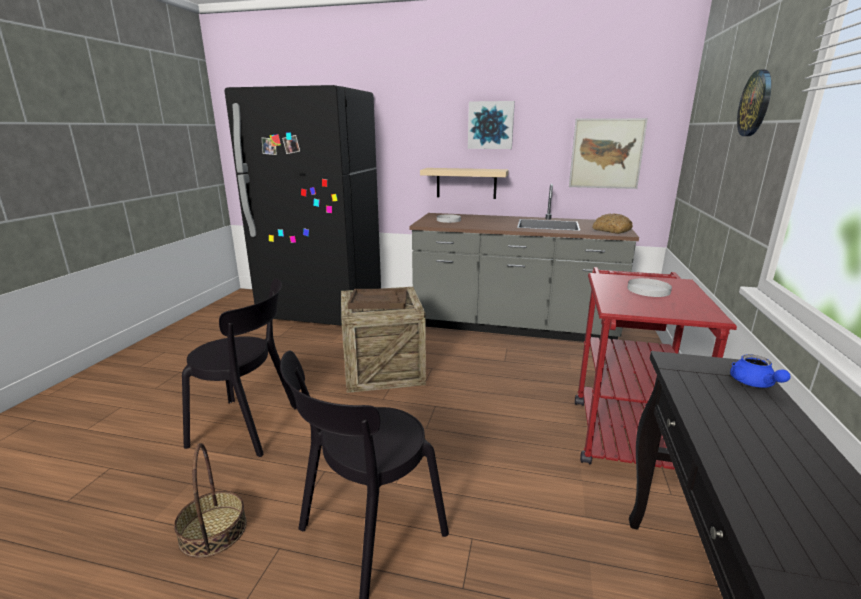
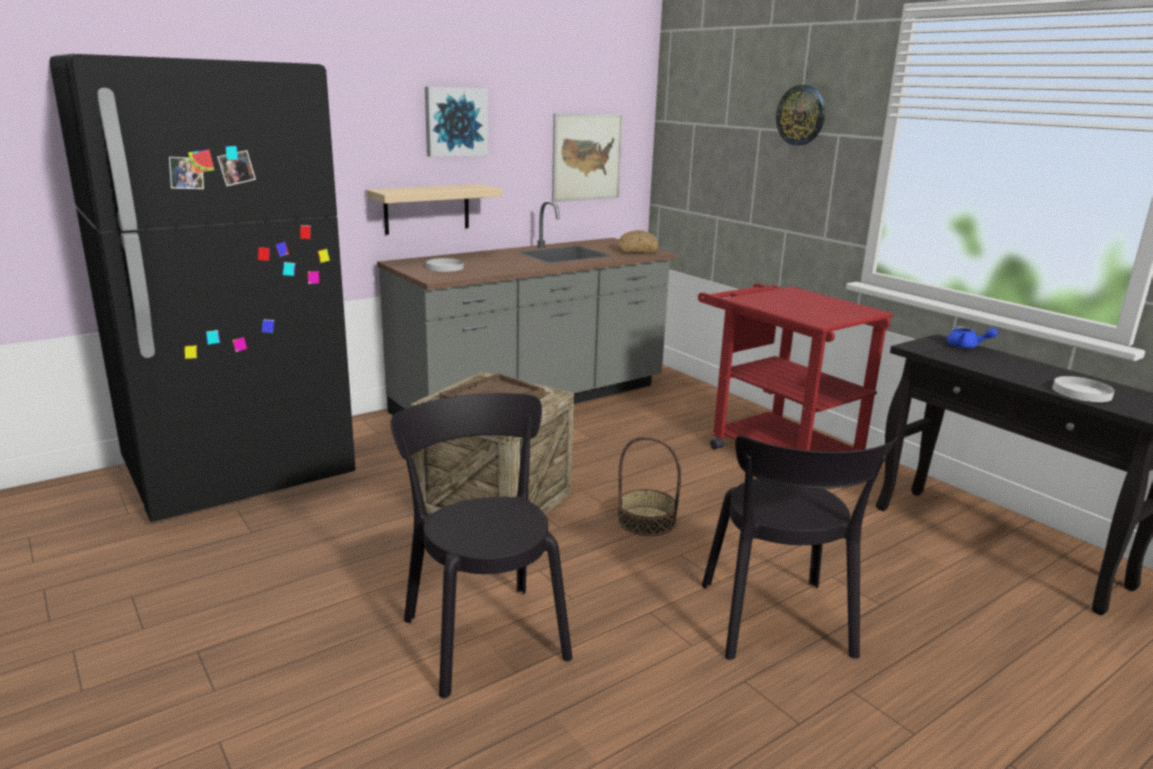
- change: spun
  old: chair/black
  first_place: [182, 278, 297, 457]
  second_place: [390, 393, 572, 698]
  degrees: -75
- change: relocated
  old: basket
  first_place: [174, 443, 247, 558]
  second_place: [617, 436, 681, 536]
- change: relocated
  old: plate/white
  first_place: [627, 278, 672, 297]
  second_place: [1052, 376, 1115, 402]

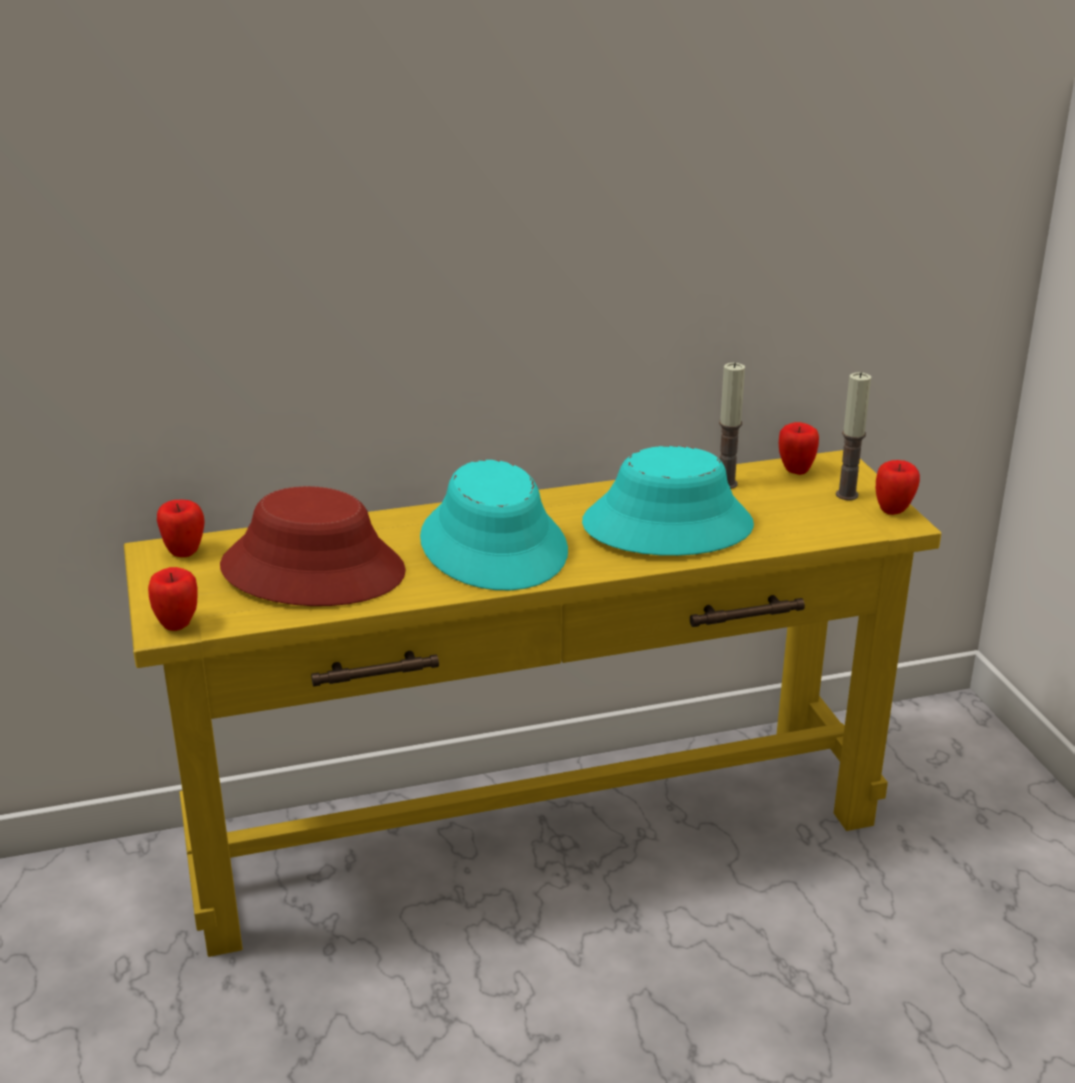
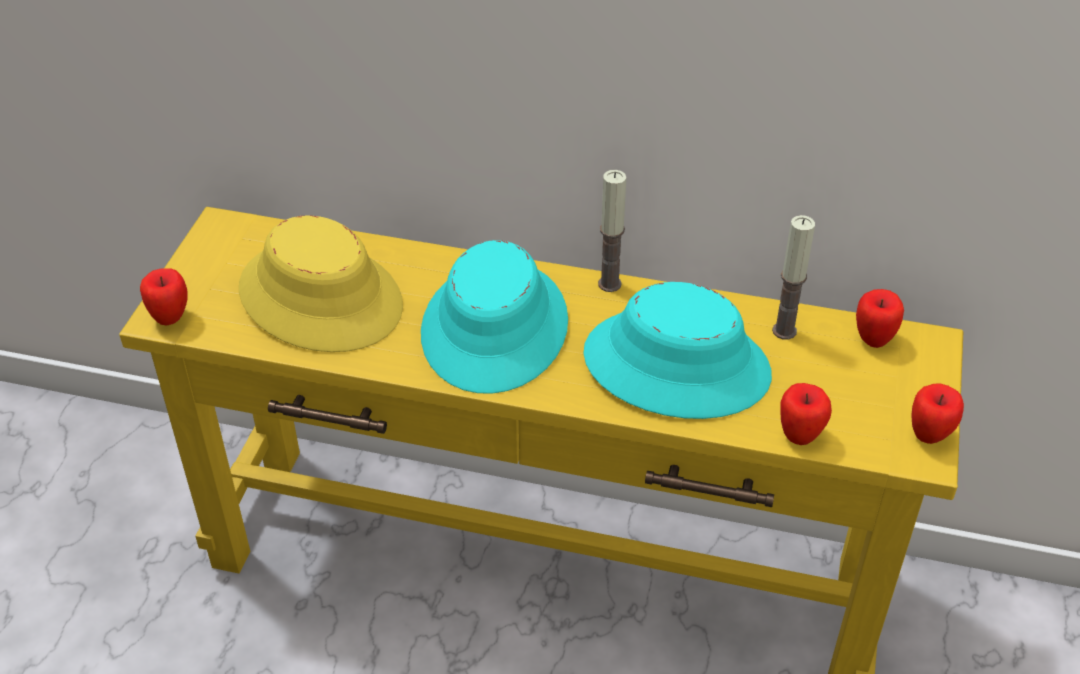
- change: colour
  old: hat/red
  new: hat/yellow
  first_place: [220, 486, 406, 606]
  second_place: [239, 215, 403, 352]
- change: relocated
  old: candle
  first_place: [836, 372, 871, 500]
  second_place: [598, 170, 626, 292]
- change: relocated
  old: apple
  first_place: [157, 500, 205, 557]
  second_place: [780, 383, 832, 445]

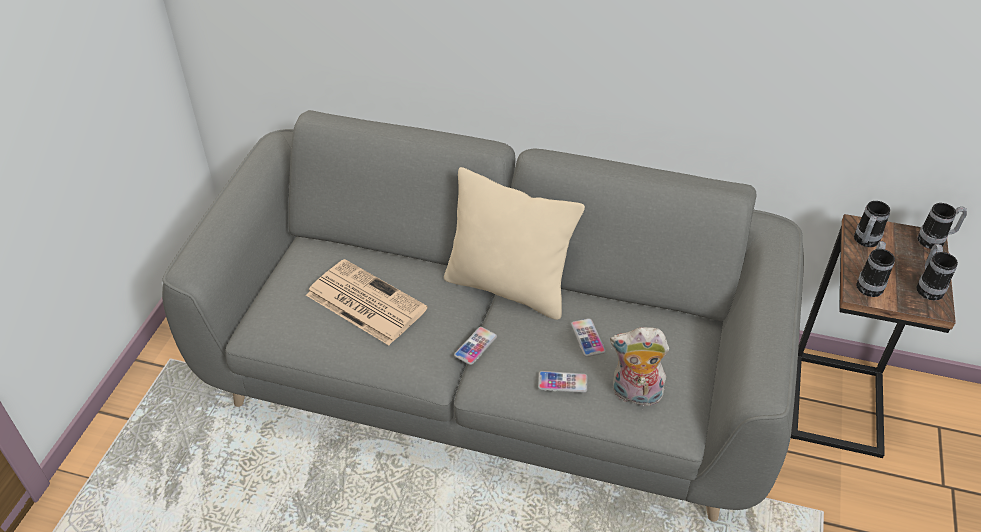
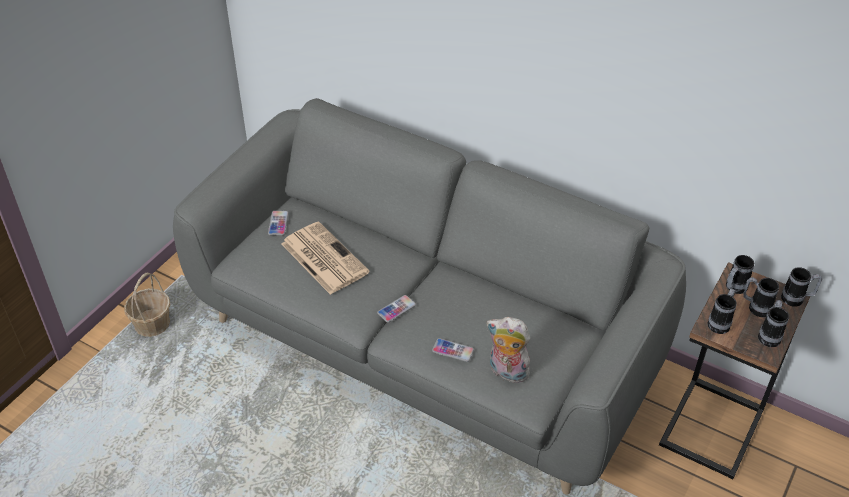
- change: appeared
  new: basket
  second_place: [124, 272, 170, 337]
- change: relocated
  old: phone
  first_place: [571, 318, 606, 357]
  second_place: [268, 211, 288, 236]
- change: appeared
  new: mug
  second_place: [743, 277, 779, 317]
- change: missing
  old: pillow/beige
  first_place: [444, 167, 585, 320]

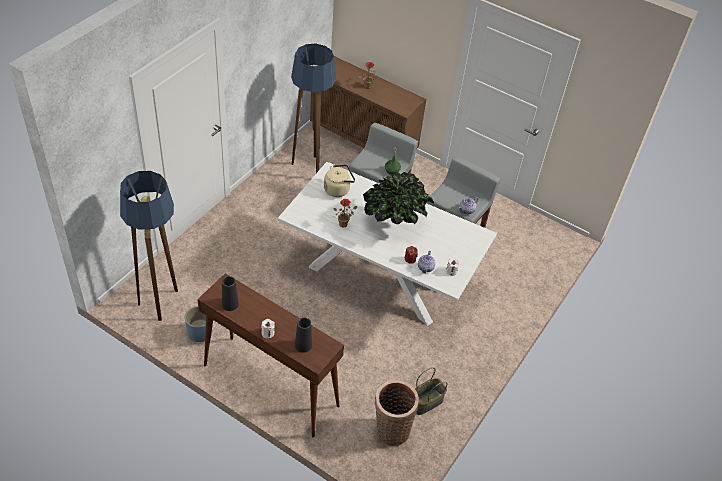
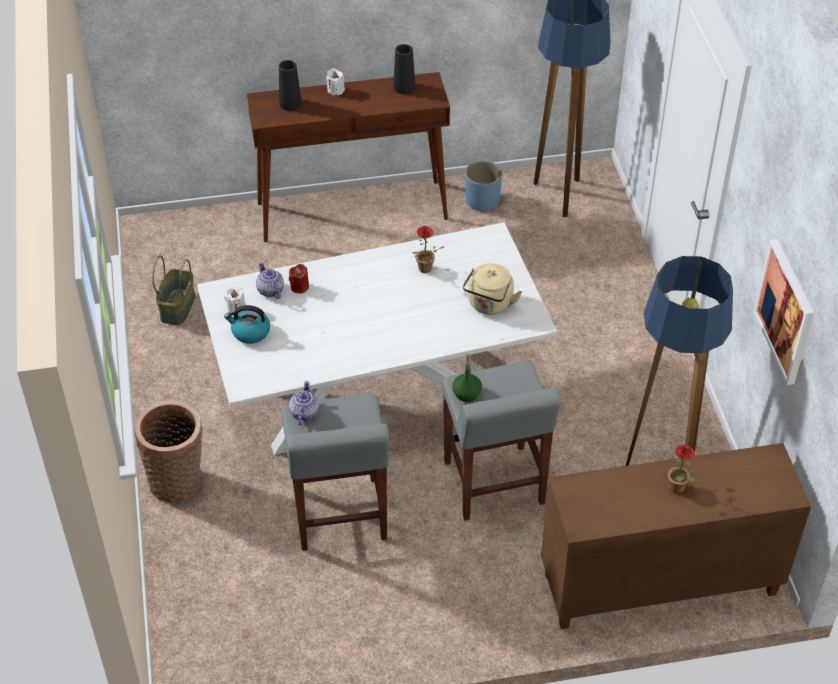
- change: relocated
  old: basket
  first_place: [375, 380, 419, 446]
  second_place: [135, 401, 203, 503]
- change: appeared
  new: kettle
  second_place: [224, 305, 270, 344]
- change: appeared
  new: picture
  second_place: [754, 239, 814, 385]
- change: missing
  old: potted plant
  first_place: [363, 172, 434, 224]

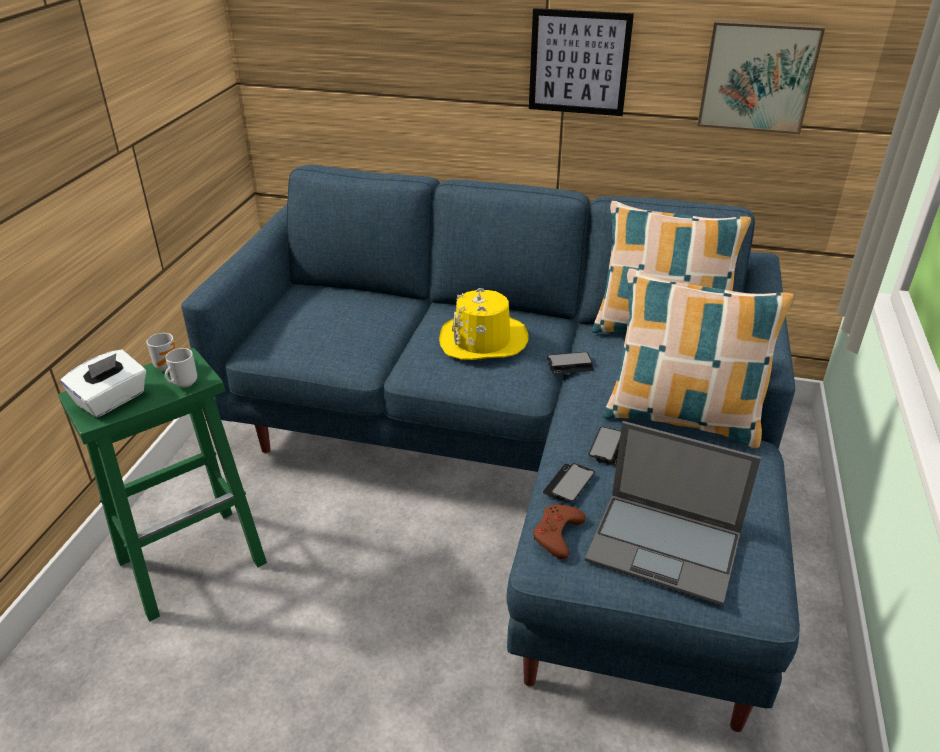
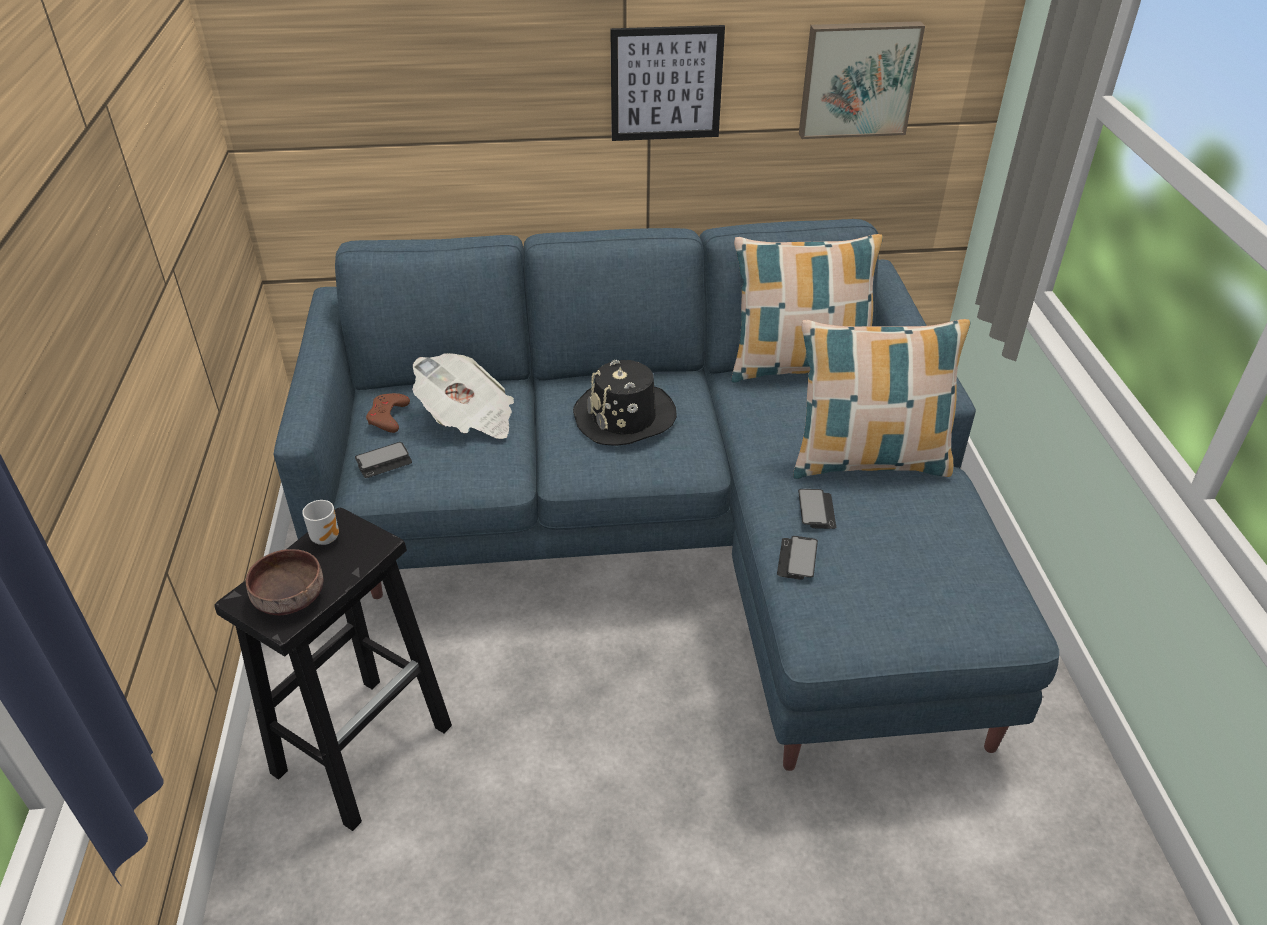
- change: colour
  old: stool/green
  new: stool/black
  first_place: [58, 348, 267, 622]
  second_place: [214, 507, 452, 831]
- change: exchanged
  old: tissue box/white
  new: bowl/brown
  first_place: [61, 349, 146, 418]
  second_place: [246, 549, 323, 615]
- change: relocated
  old: phone
  first_place: [547, 352, 594, 374]
  second_place: [355, 442, 412, 478]
- change: relocated
  old: game controller/brown
  first_place: [533, 504, 586, 559]
  second_place: [366, 393, 410, 433]
- change: appeared
  new: newspaper
  second_place: [412, 353, 514, 439]
- change: colour
  old: hat/yellow
  new: hat/black
  first_place: [439, 288, 529, 360]
  second_place: [573, 360, 677, 446]
- change: missing
  old: mug
  first_place: [165, 348, 197, 387]
- change: missing
  old: laptop
  first_place: [585, 421, 761, 606]

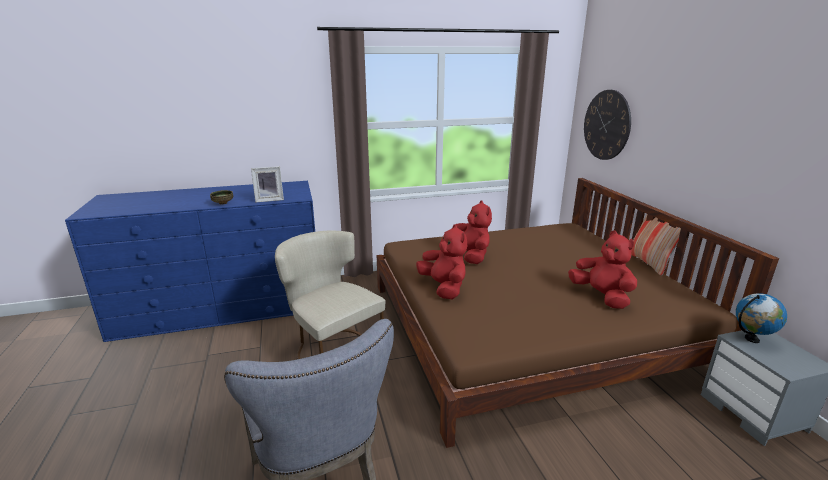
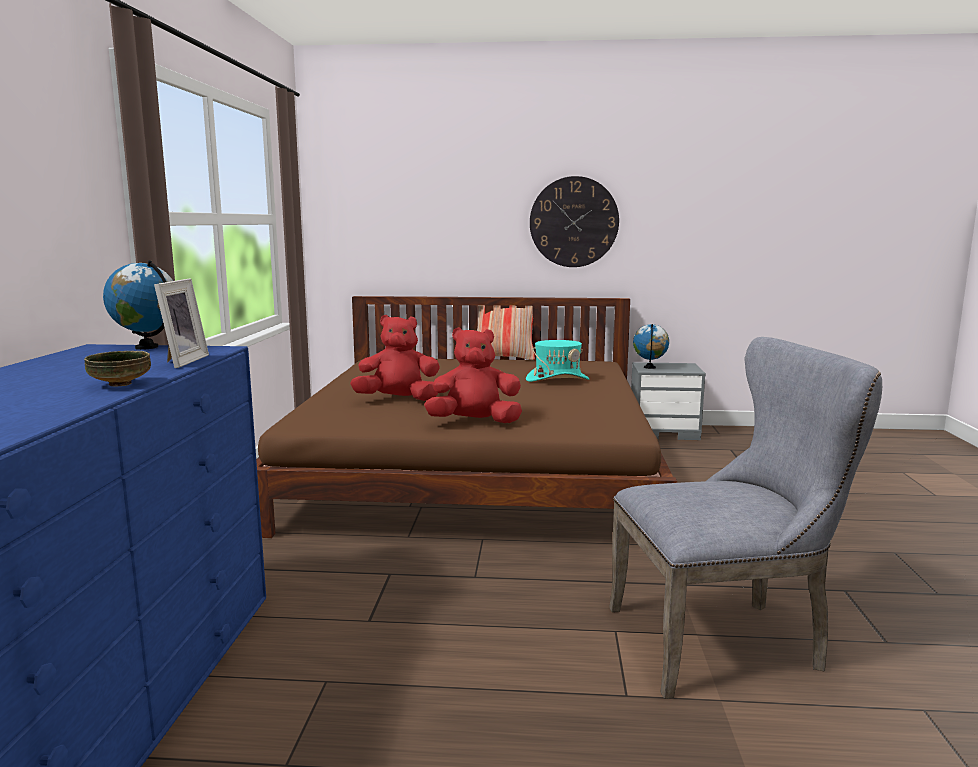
- change: appeared
  new: globe
  second_place: [103, 260, 173, 350]
- change: exchanged
  old: plush toy/red
  new: hat/turquoise
  first_place: [568, 231, 637, 309]
  second_place: [526, 340, 589, 382]
- change: relocated
  old: wall clock
  first_place: [584, 90, 631, 160]
  second_place: [530, 176, 619, 267]
- change: missing
  old: chair/beige
  first_place: [275, 231, 385, 359]

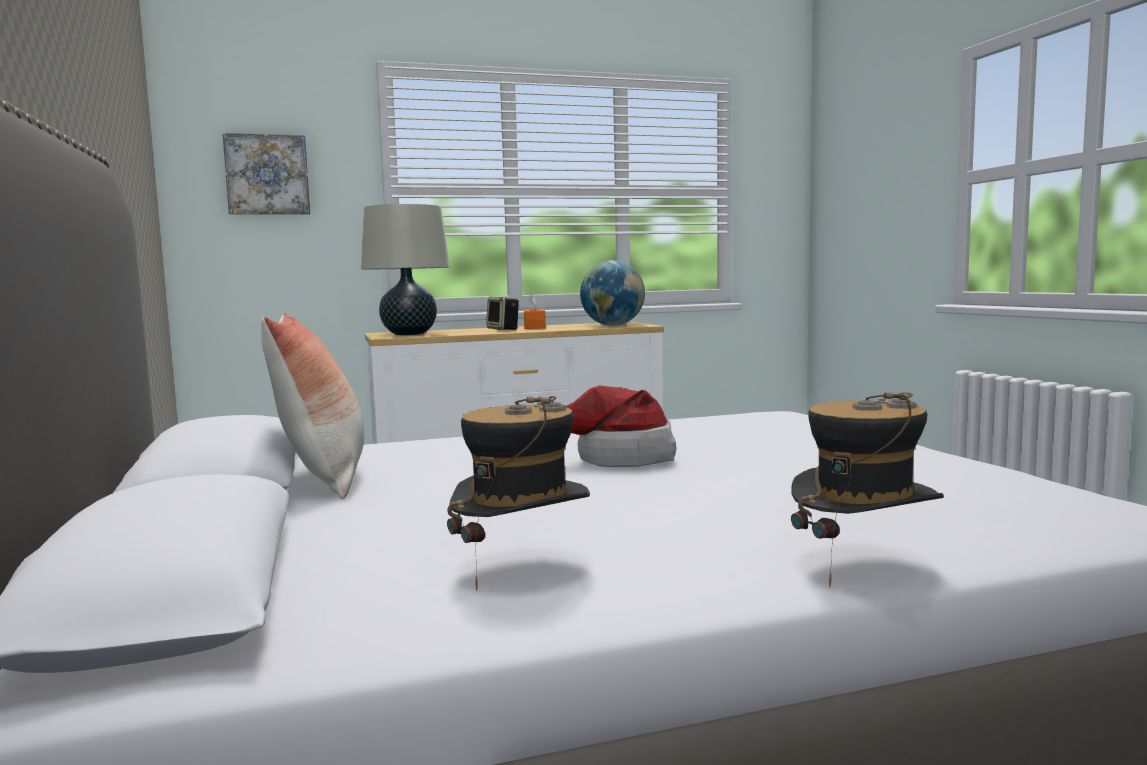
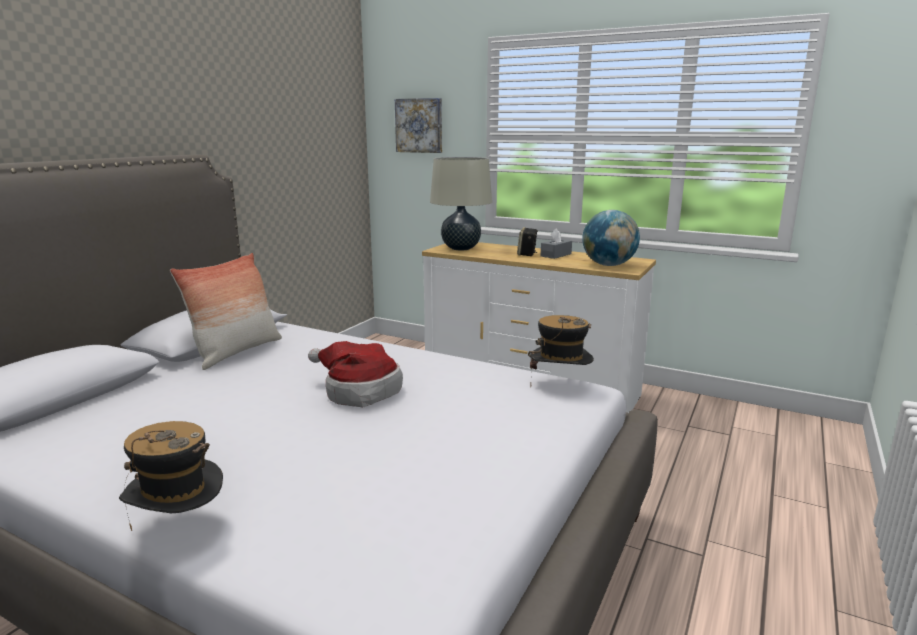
- change: relocated
  old: hat
  first_place: [447, 396, 590, 591]
  second_place: [528, 315, 594, 386]
- change: colour
  old: tissue box/orange
  new: tissue box/grey
  first_place: [524, 294, 546, 329]
  second_place: [541, 228, 572, 259]

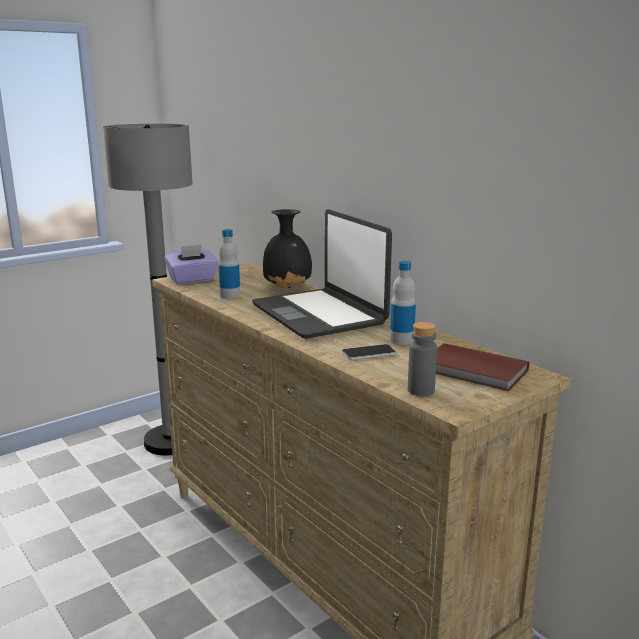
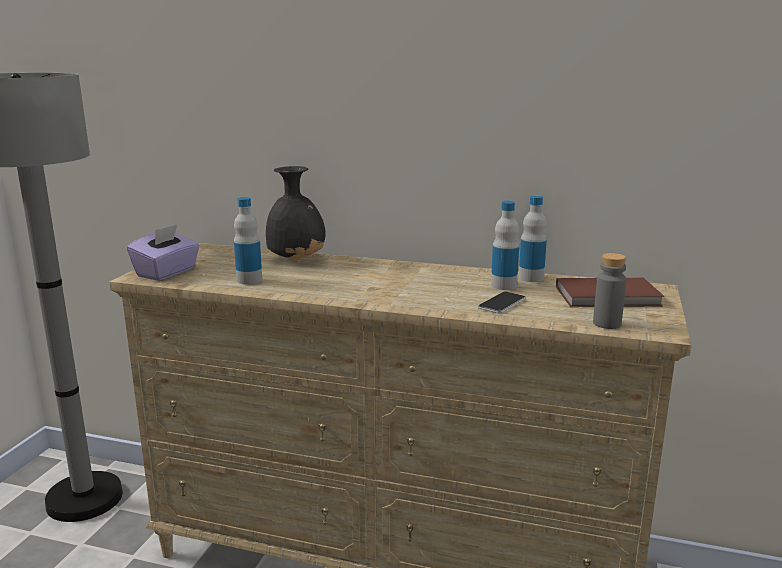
- change: appeared
  new: bottle
  second_place: [519, 195, 547, 282]
- change: missing
  old: laptop
  first_place: [252, 209, 392, 339]

